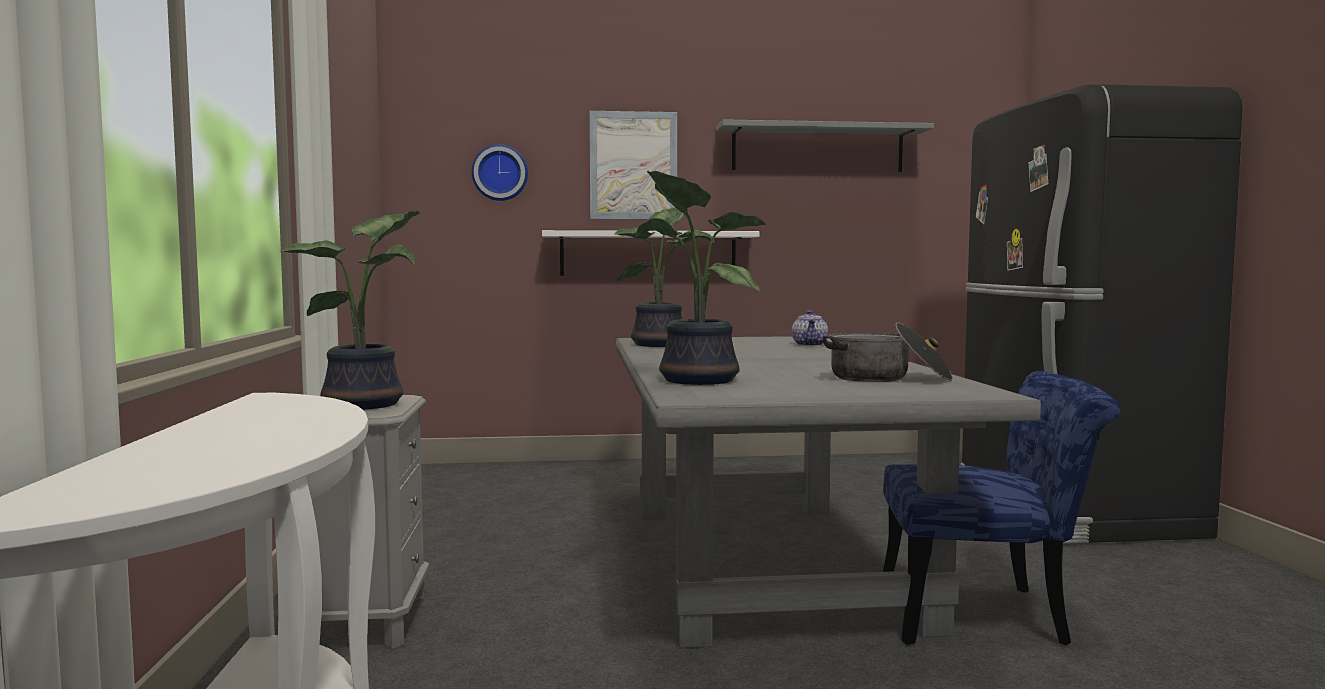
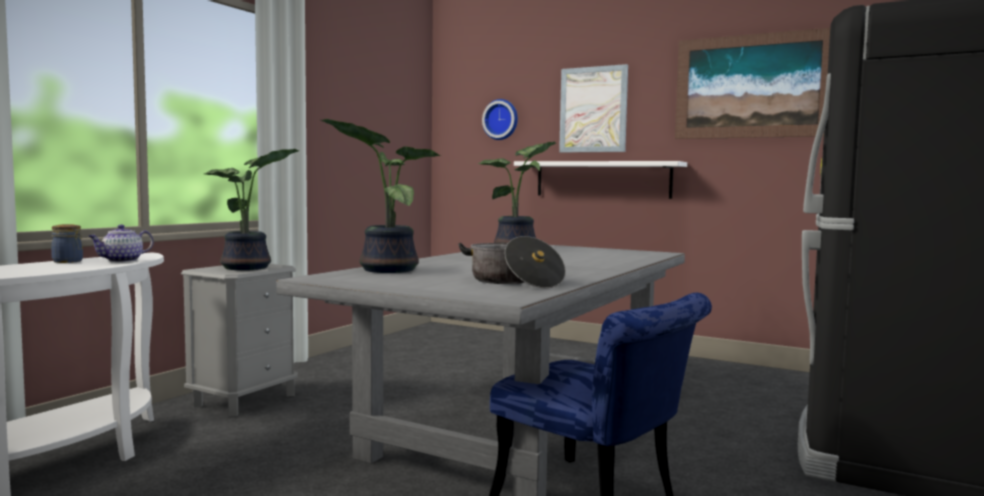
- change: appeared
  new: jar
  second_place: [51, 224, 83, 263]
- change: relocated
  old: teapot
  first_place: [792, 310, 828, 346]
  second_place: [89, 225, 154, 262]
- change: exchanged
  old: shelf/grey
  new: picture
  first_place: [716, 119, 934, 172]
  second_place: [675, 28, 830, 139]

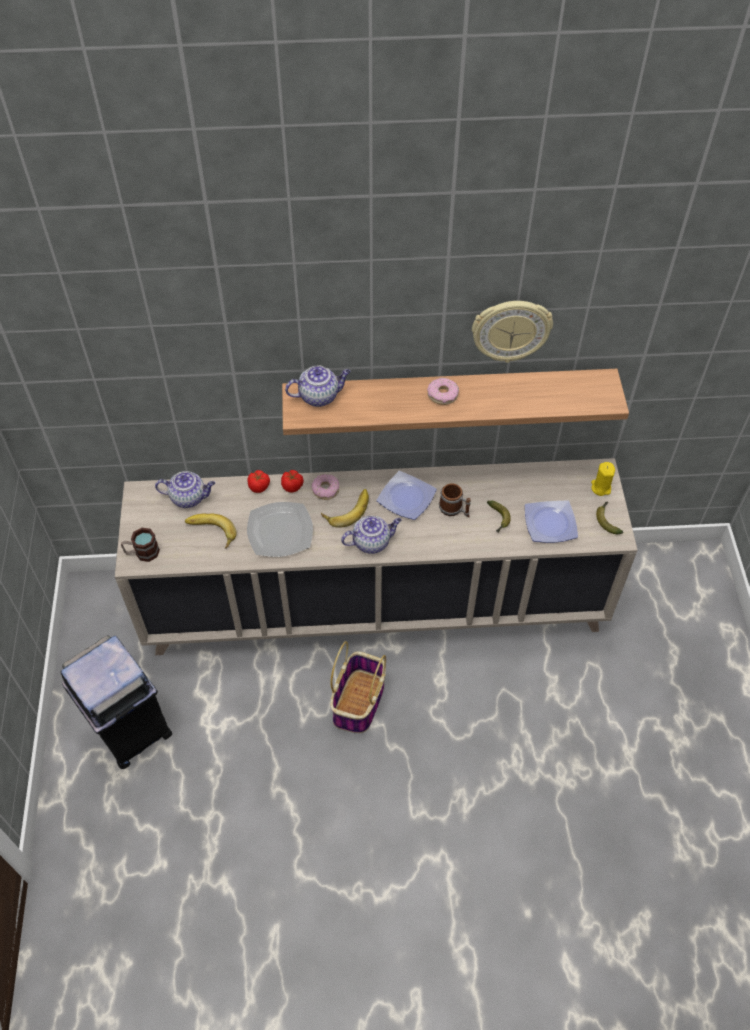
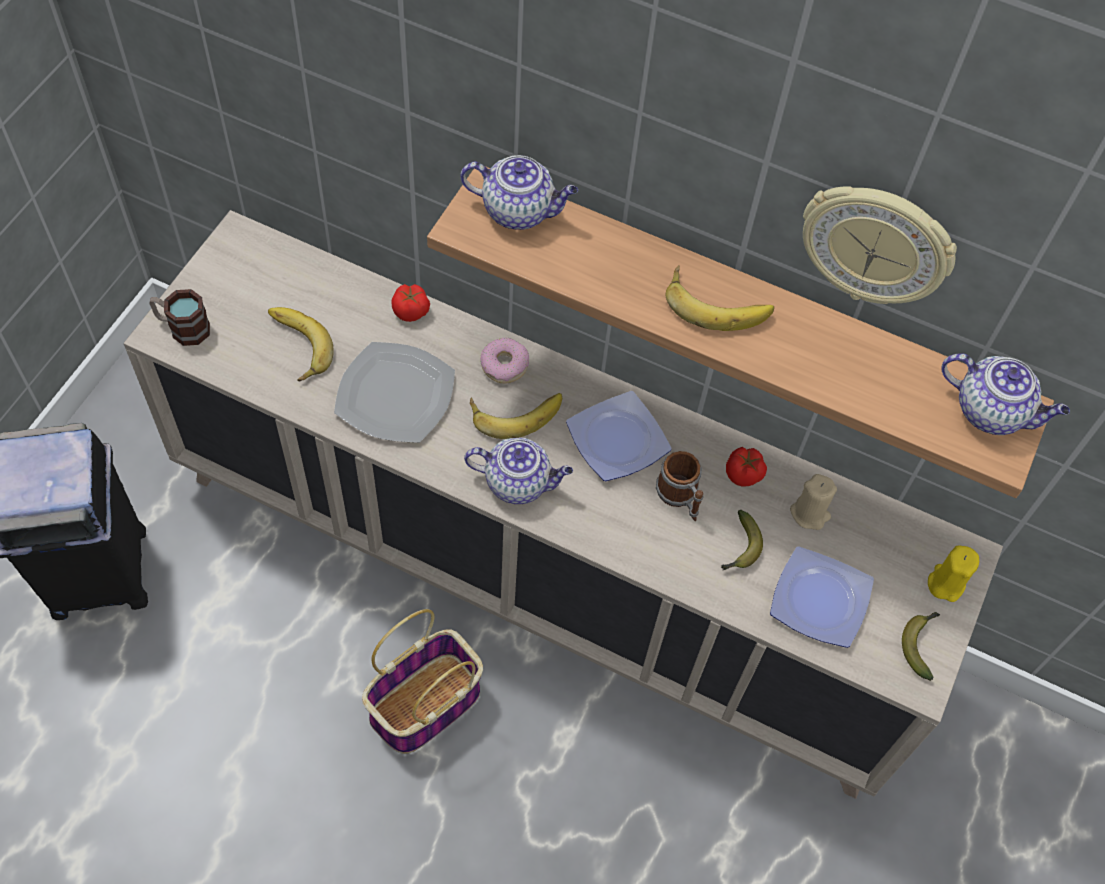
- change: exchanged
  old: donut
  new: banana
  first_place: [427, 378, 459, 405]
  second_place: [666, 266, 774, 331]
- change: relocated
  old: tomato
  first_place: [281, 470, 304, 493]
  second_place: [726, 447, 767, 487]
- change: appeared
  new: candle/beige
  second_place: [790, 474, 837, 530]
- change: relocated
  old: teapot
  first_place: [155, 471, 215, 508]
  second_place: [941, 353, 1070, 435]

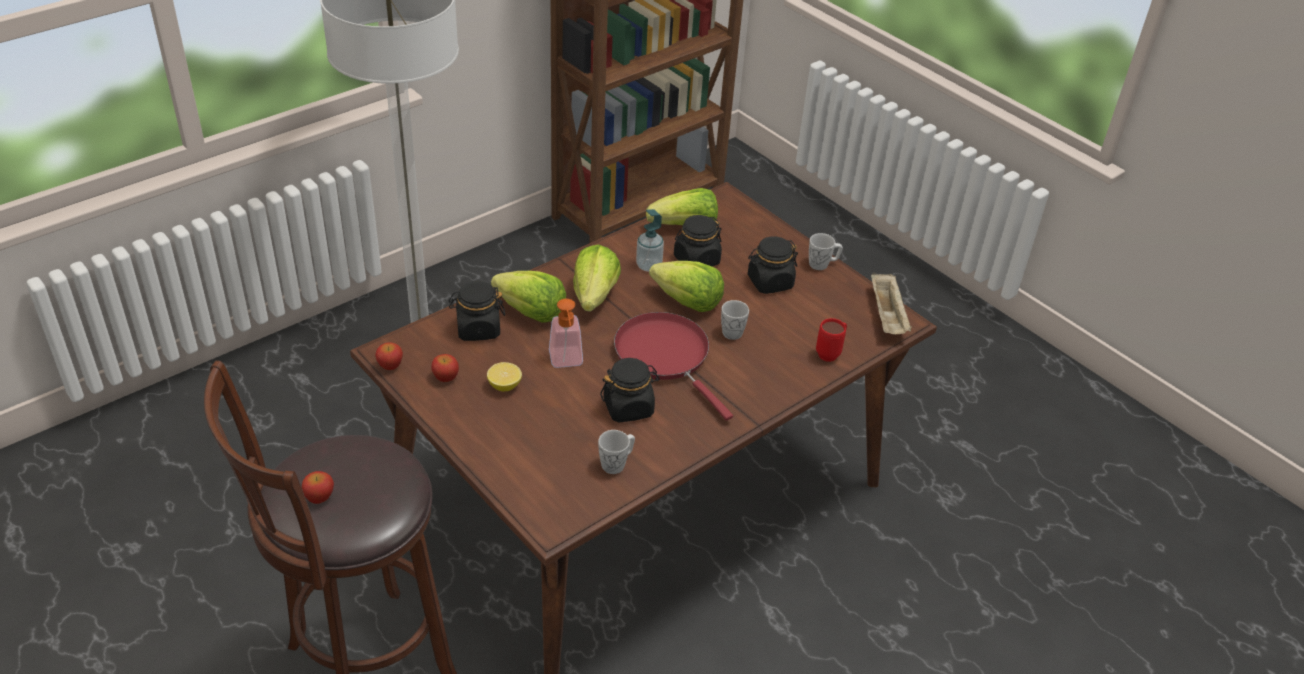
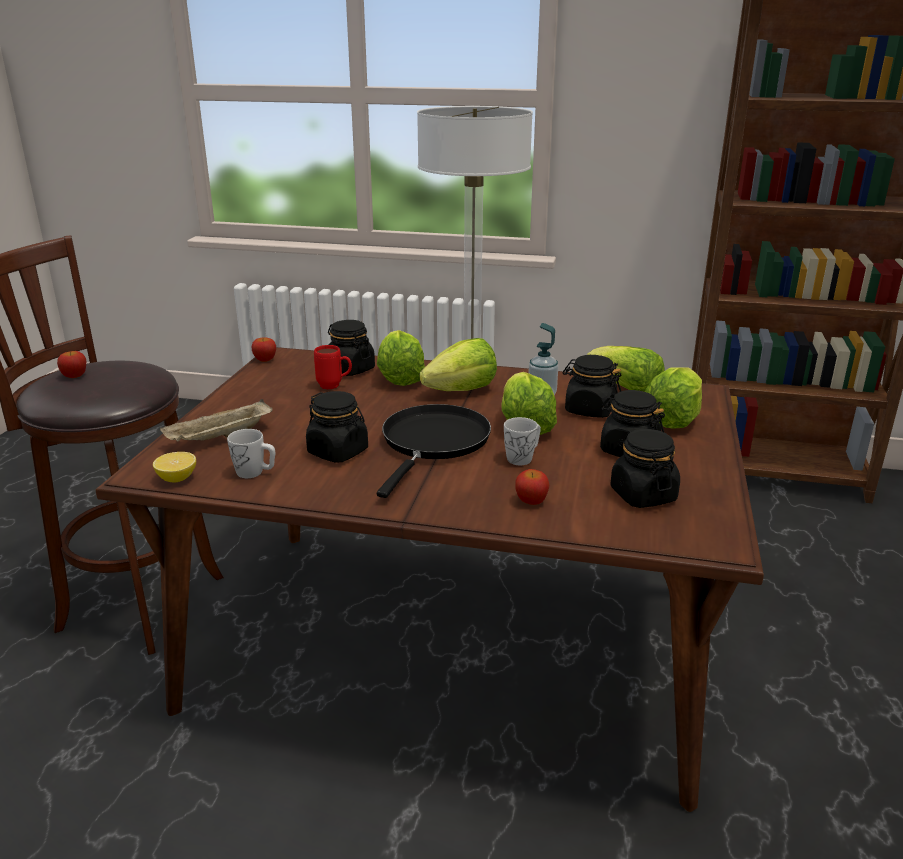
- change: relocated
  old: lemon
  first_place: [487, 362, 522, 392]
  second_place: [153, 452, 196, 482]
- change: relocated
  old: tray/beige
  first_place: [871, 272, 912, 334]
  second_place: [160, 399, 273, 441]
- change: relocated
  old: mug/red
  first_place: [816, 318, 847, 362]
  second_place: [314, 345, 352, 389]
- change: colour
  old: frying pan/red
  new: frying pan/black
  first_place: [614, 312, 733, 421]
  second_place: [377, 404, 491, 498]
- change: relocated
  old: apple
  first_place: [431, 354, 459, 382]
  second_place: [515, 469, 549, 505]
- change: appeared
  new: jar/black
  second_place: [610, 429, 680, 508]
- change: appeared
  new: lettuce
  second_place: [645, 367, 702, 429]
- change: missing
  old: soap dispenser
  first_place: [549, 299, 583, 368]
- change: missing
  old: mug/white
  first_place: [809, 233, 843, 270]

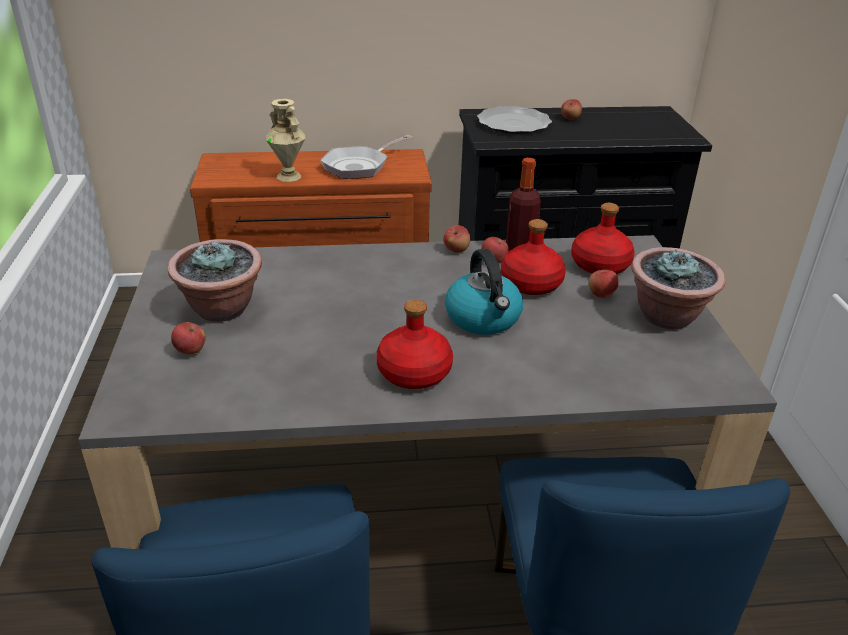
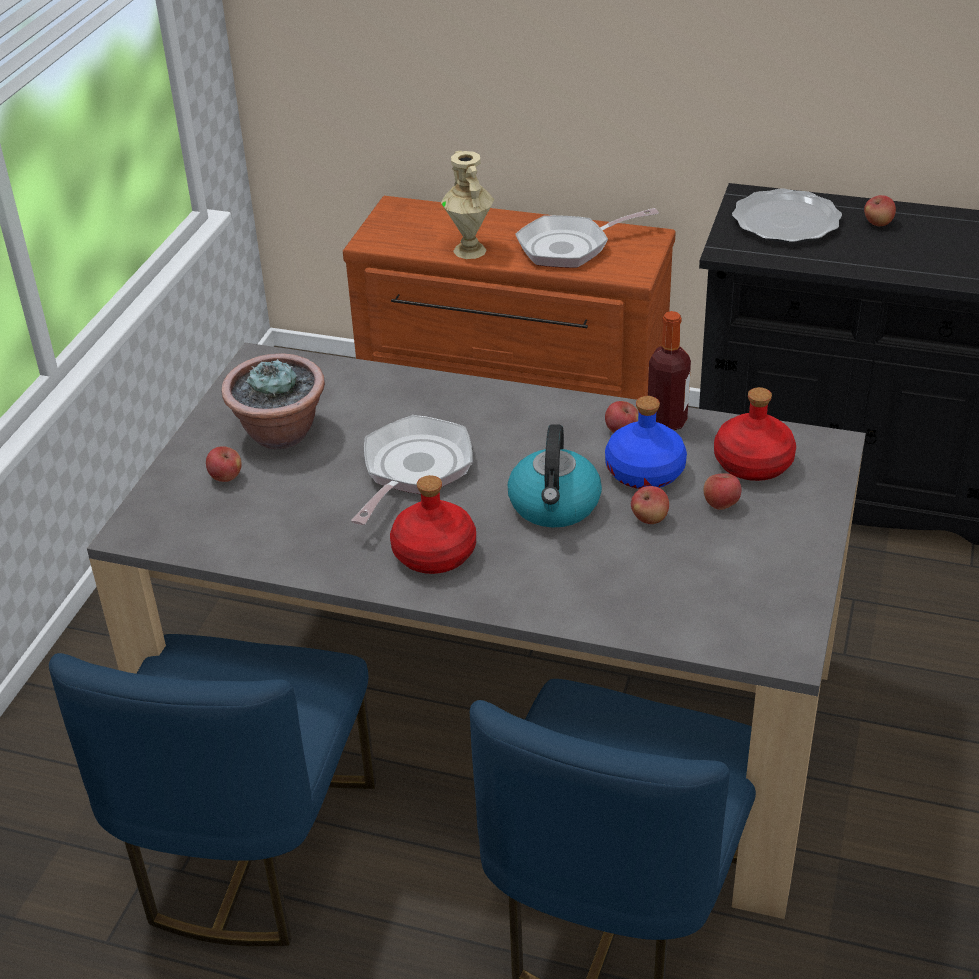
- change: appeared
  new: frying pan
  second_place: [351, 415, 473, 525]
- change: colour
  old: bottle/red
  new: bottle/blue
  first_place: [501, 219, 566, 295]
  second_place: [605, 396, 687, 489]
- change: relocated
  old: apple
  first_place: [443, 225, 470, 253]
  second_place: [631, 486, 669, 524]
- change: missing
  old: potted plant
  first_place: [631, 247, 726, 329]

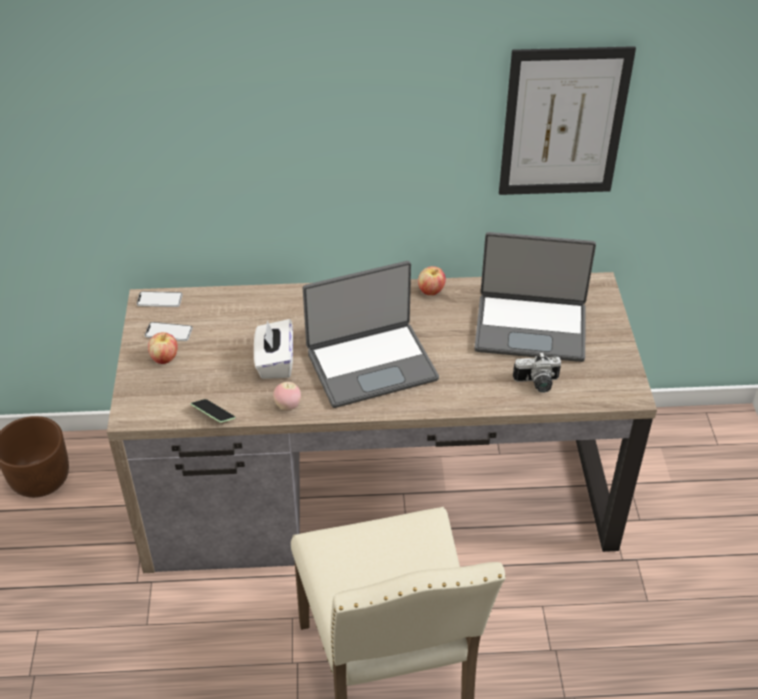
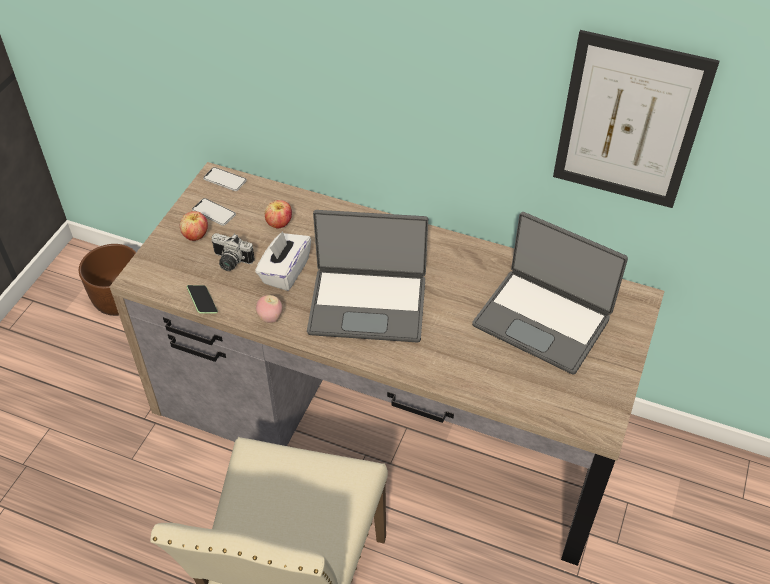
- change: relocated
  old: photo camera
  first_place: [513, 352, 561, 393]
  second_place: [211, 233, 255, 271]
- change: relocated
  old: apple
  first_place: [418, 266, 446, 295]
  second_place: [265, 200, 292, 229]

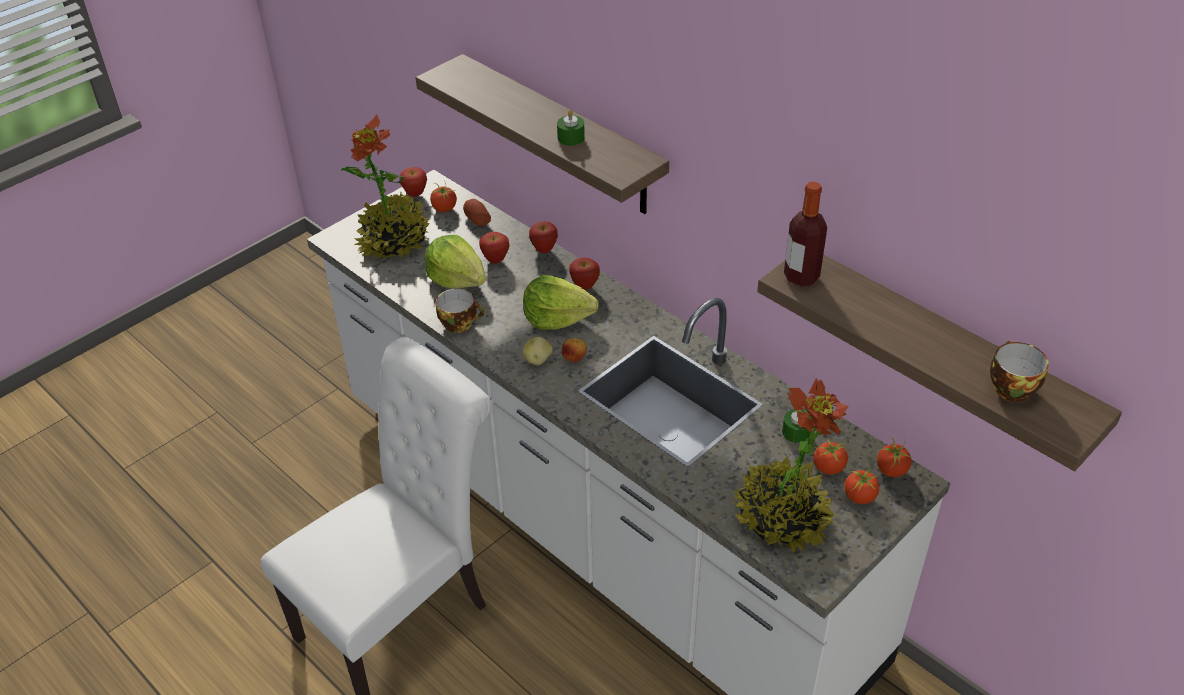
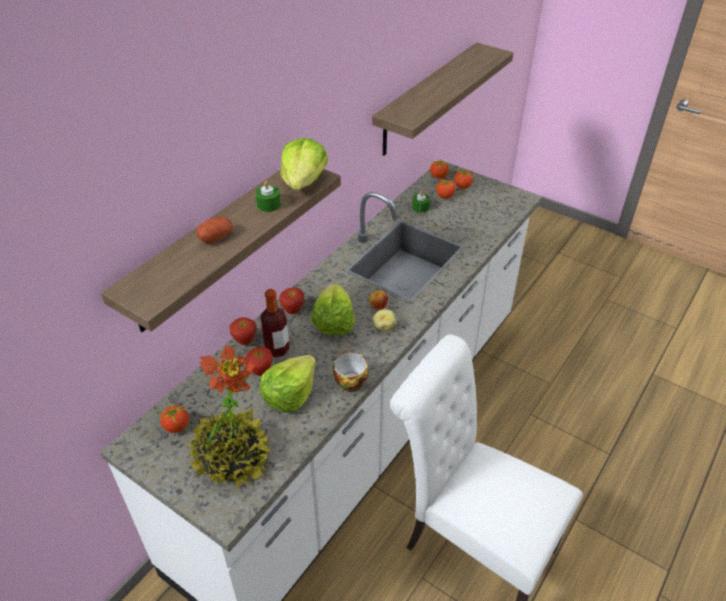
- change: relocated
  old: potato
  first_place: [463, 199, 491, 226]
  second_place: [197, 217, 233, 243]
- change: relocated
  old: bottle
  first_place: [784, 182, 827, 287]
  second_place: [260, 289, 290, 358]
- change: appeared
  new: lettuce
  second_place: [280, 138, 328, 190]
- change: missing
  old: apple
  first_place: [399, 167, 427, 197]
- change: missing
  old: potted plant
  first_place: [730, 378, 848, 552]
- change: missing
  old: cup
  first_place: [990, 341, 1049, 402]

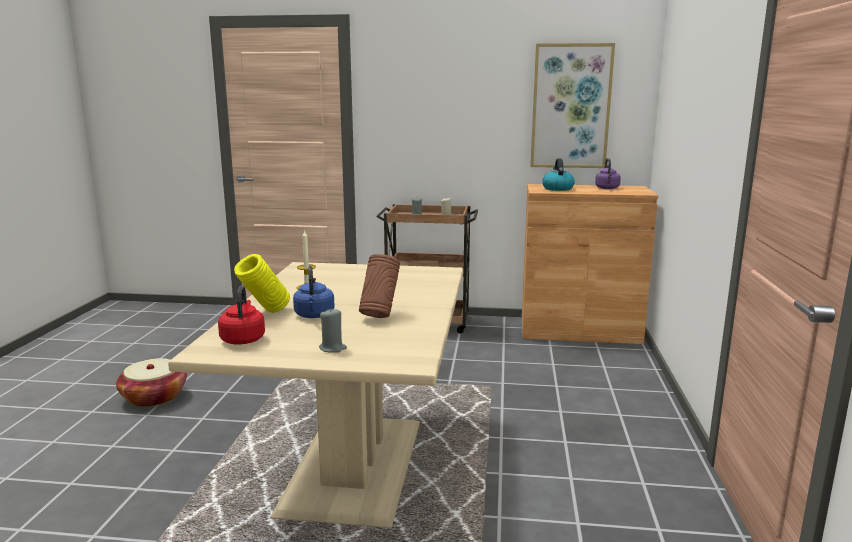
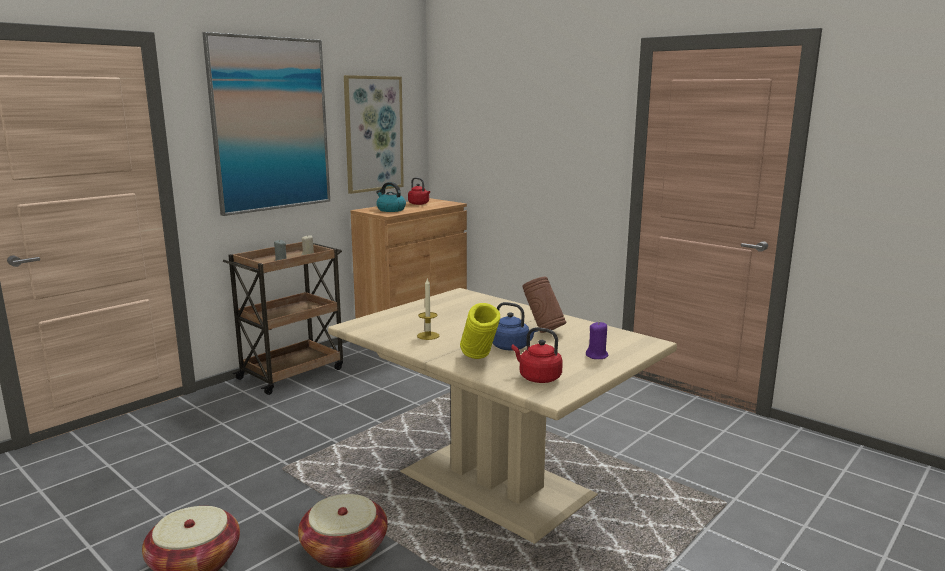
- change: appeared
  new: picture
  second_place: [202, 32, 330, 216]
- change: appeared
  new: basket
  second_place: [298, 494, 388, 569]
- change: colour
  old: kettle/purple
  new: kettle/red
  first_place: [595, 158, 621, 189]
  second_place: [408, 177, 430, 205]
- change: colour
  old: candle/grey
  new: candle/purple
  first_place: [319, 308, 347, 353]
  second_place: [586, 322, 608, 359]

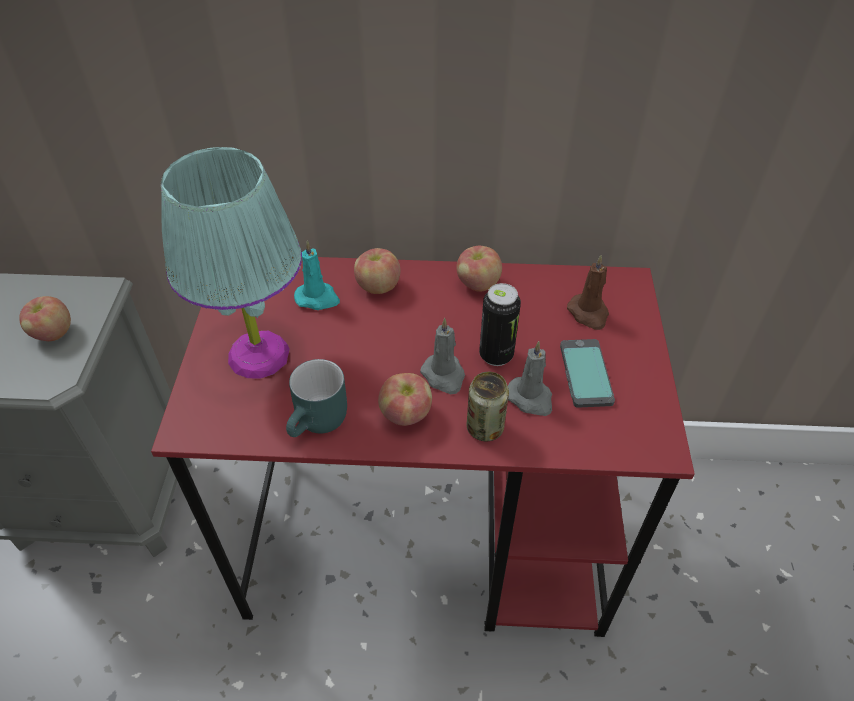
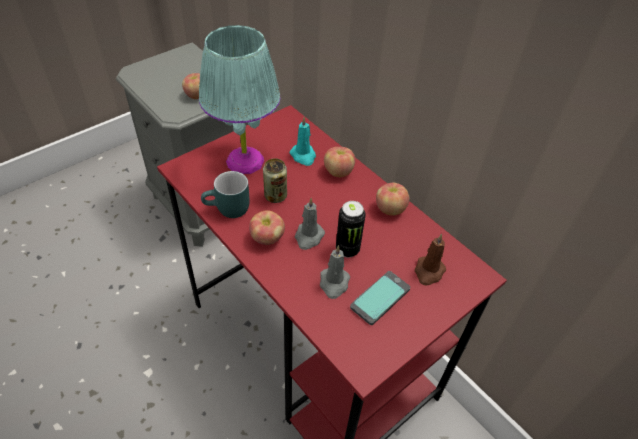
- change: relocated
  old: can
  first_place: [467, 372, 509, 441]
  second_place: [263, 158, 287, 203]

